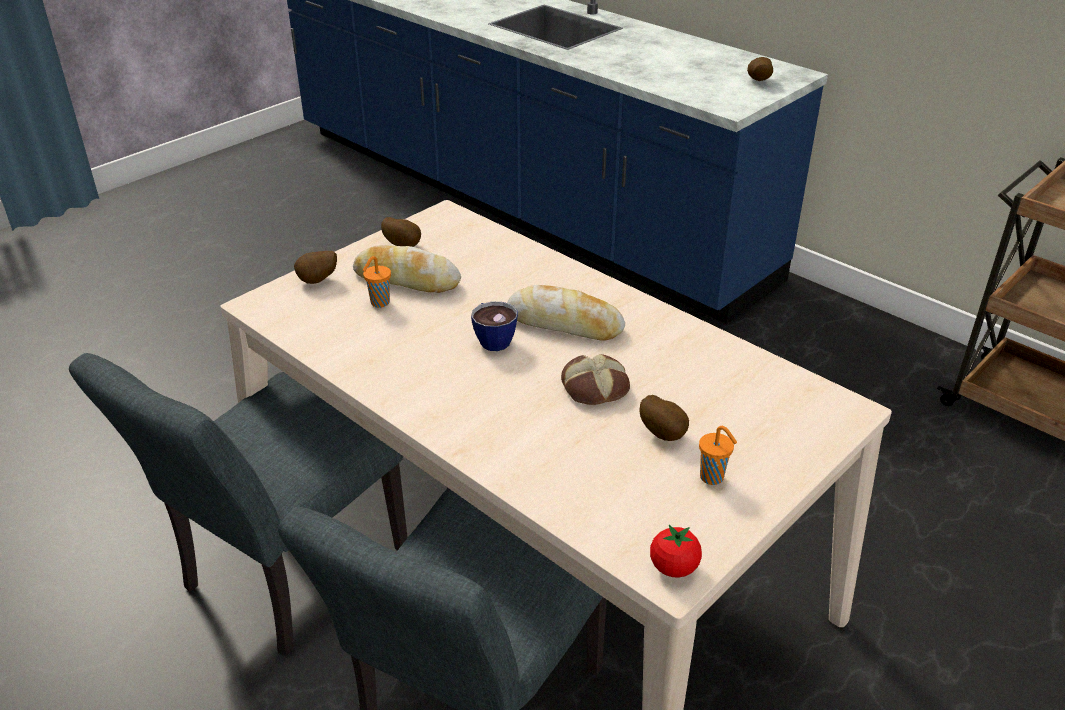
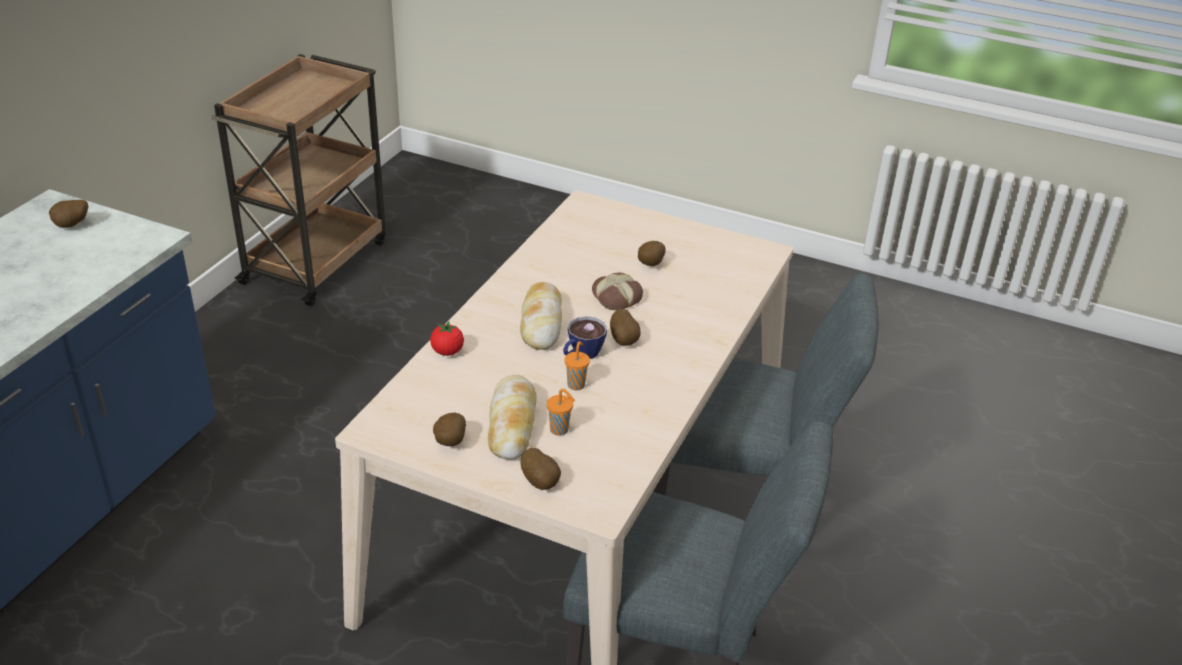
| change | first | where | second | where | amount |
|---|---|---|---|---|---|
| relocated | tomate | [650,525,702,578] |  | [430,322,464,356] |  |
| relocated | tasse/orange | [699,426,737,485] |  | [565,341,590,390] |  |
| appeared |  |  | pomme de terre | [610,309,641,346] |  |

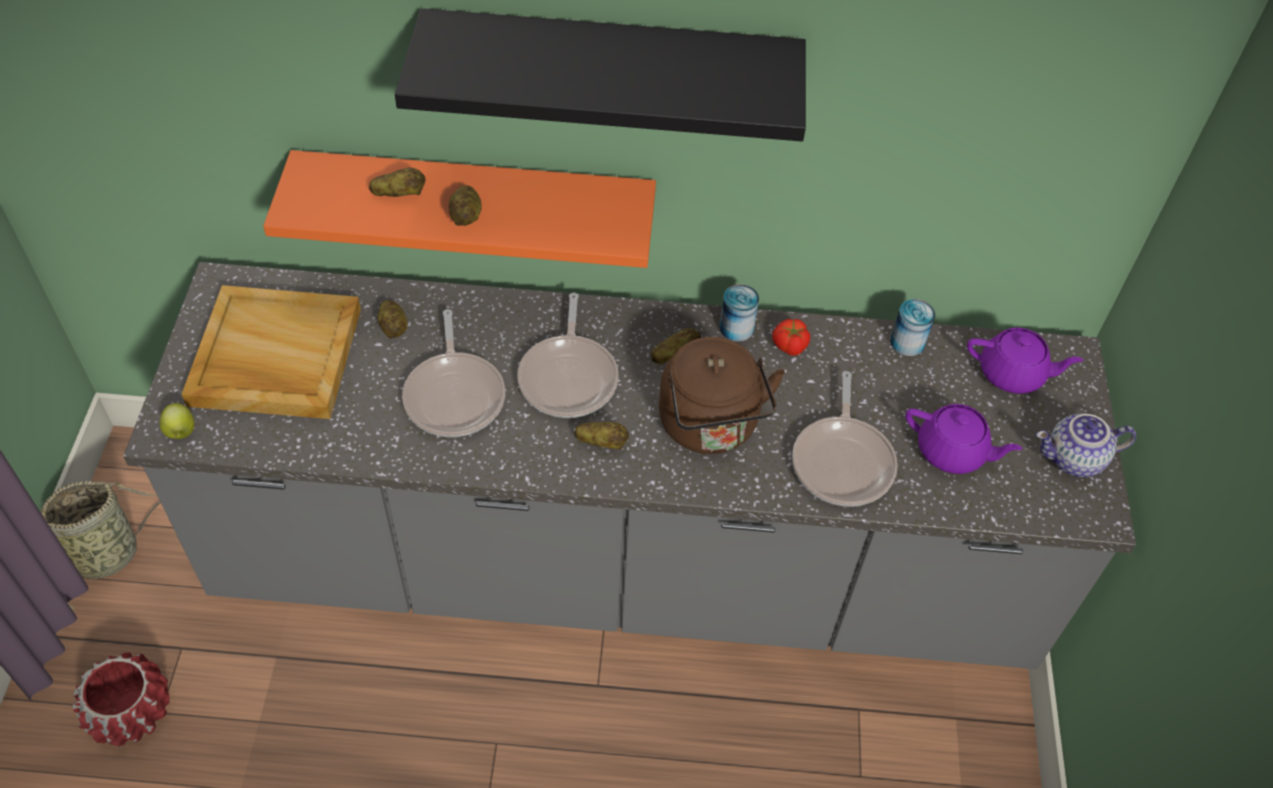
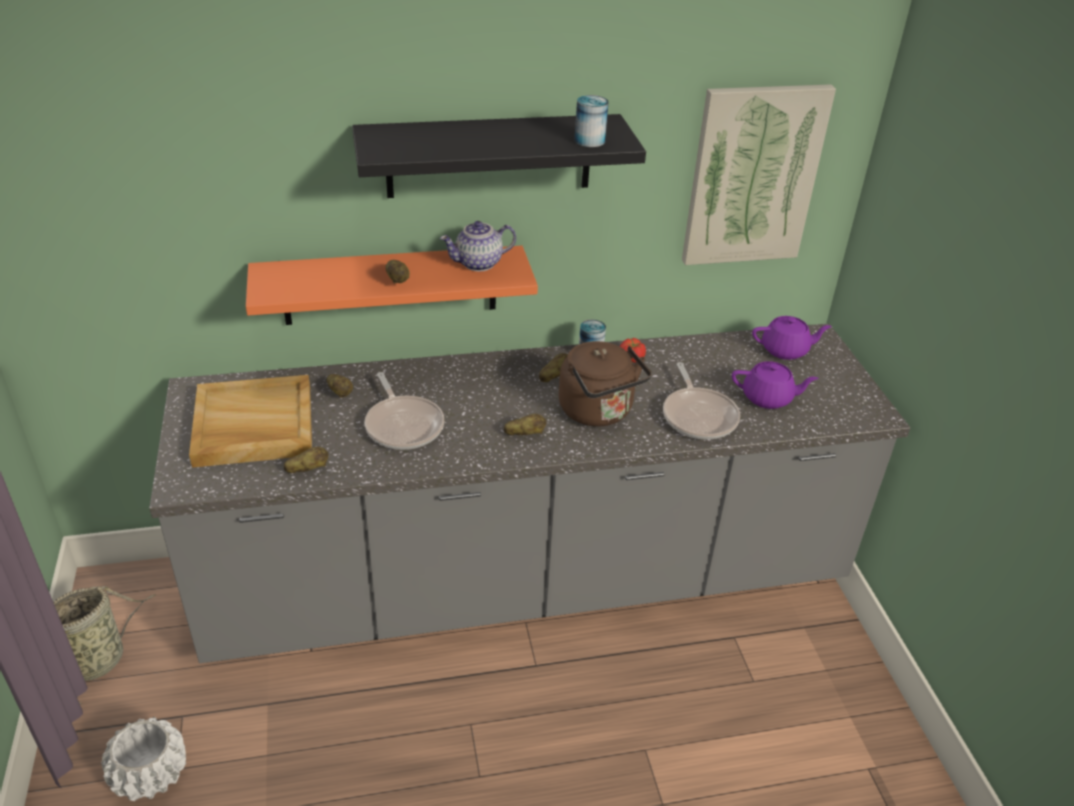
| change | first | where | second | where | amount |
|---|---|---|---|---|---|
| colour | cache-pot/rouge | [73,652,170,747] | cache-pot/blanc | [101,717,186,801] |  |
| missing | pomme | [160,403,195,439] |  |  |  |
| relocated | pomme de terre | [369,168,425,197] |  | [284,447,329,473] |  |
| missing | poêle | [518,293,619,418] |  |  |  |
| relocated | boîte métallique | [890,299,935,356] |  | [574,95,609,147] |  |
| relocated | théière | [1036,413,1136,477] |  | [440,221,516,271] |  |
| appeared |  |  | tableau | [682,84,836,265] |  |

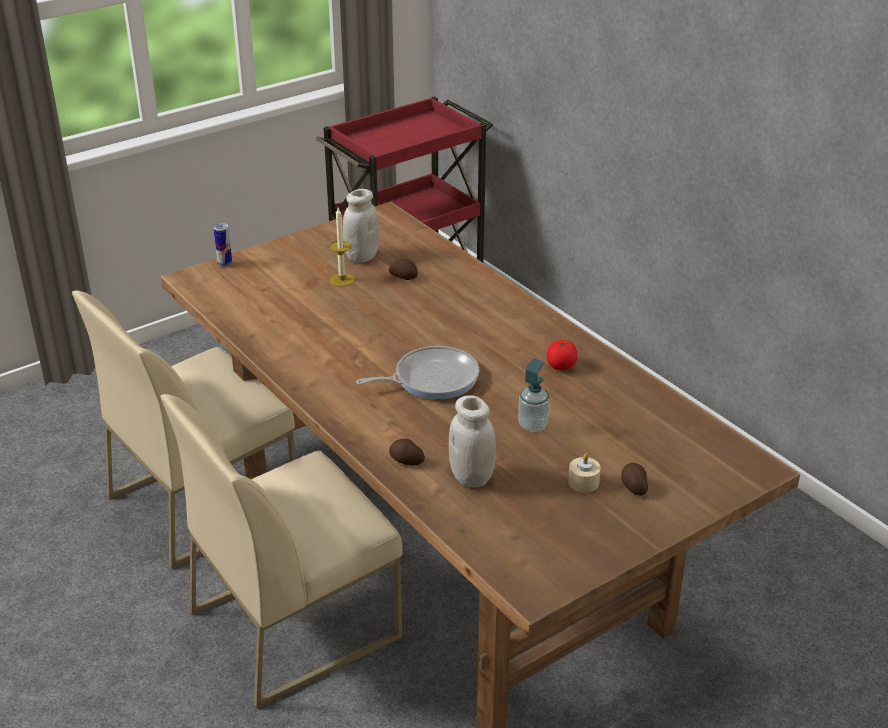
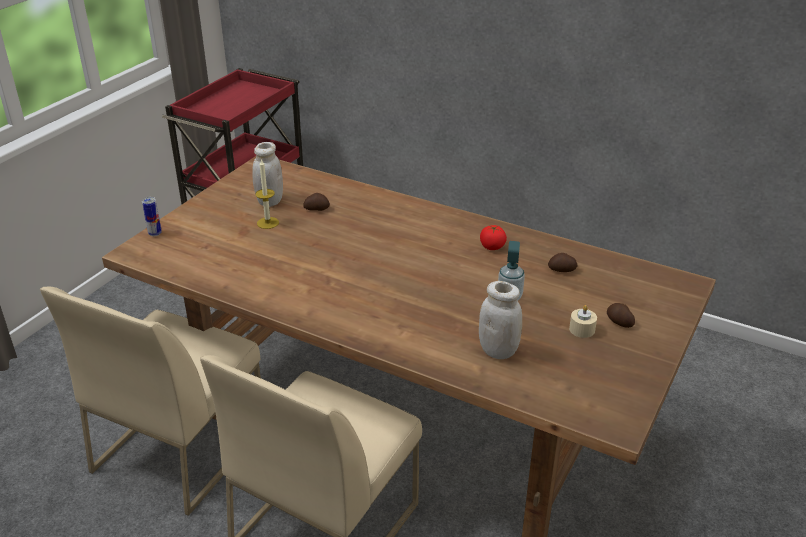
| change | first | where | second | where | amount |
|---|---|---|---|---|---|
| missing | poêle | [356,346,479,400] |  |  |  |
| relocated | pomme de terre | [389,439,425,465] |  | [548,253,577,272] |  |

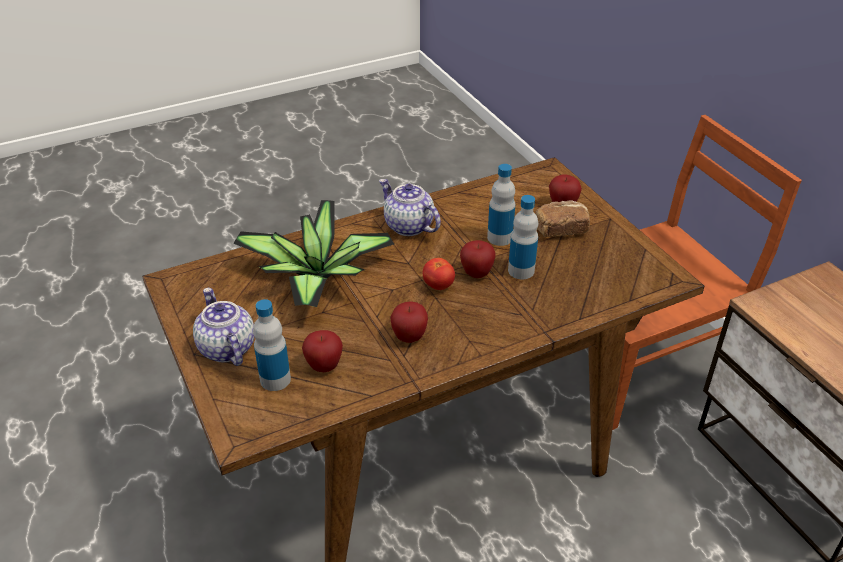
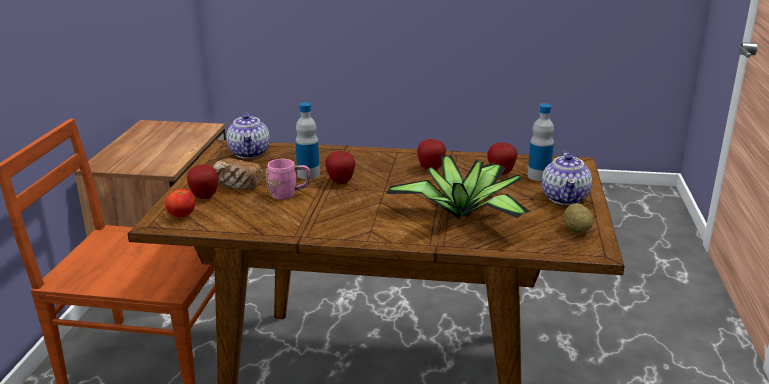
| change | first | where | second | where | amount |
|---|---|---|---|---|---|
| relocated | théière | [379,179,441,236] |  | [227,112,270,158] |  |
| relocated | tomate | [423,258,455,290] |  | [165,189,195,217] |  |
| exchanged | bouteille | [487,164,515,246] | mug/rose | [266,159,310,200] |  |
| appeared |  |  | pomme de terre | [564,203,594,233] |  |

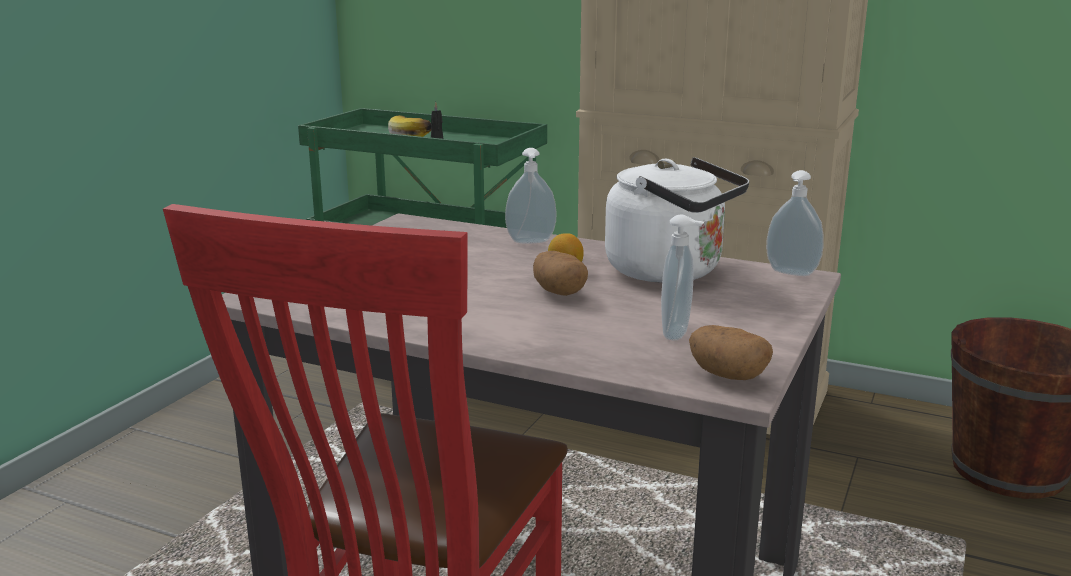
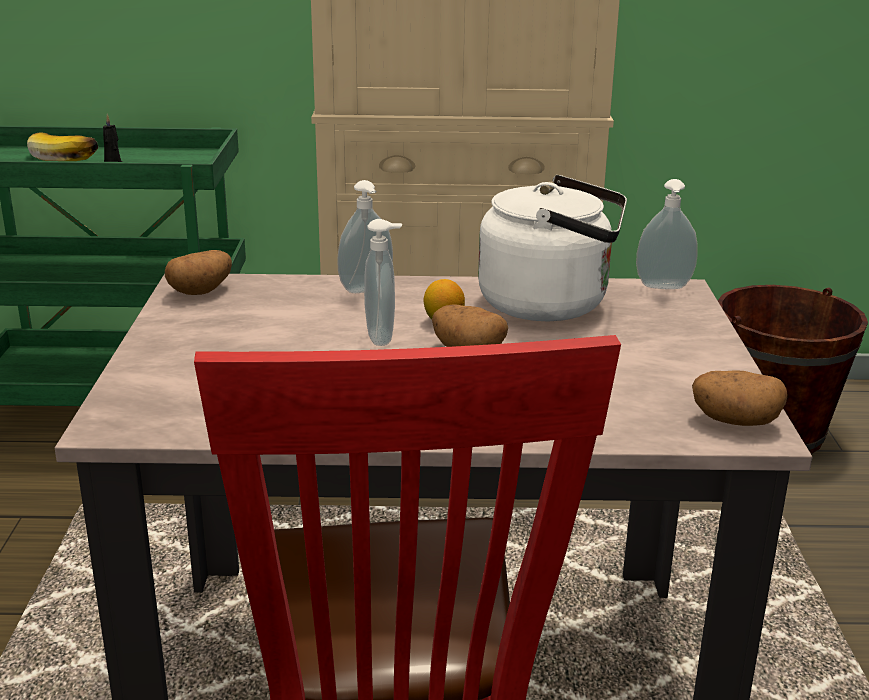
| change | first | where | second | where | amount |
|---|---|---|---|---|---|
| relocated | distributeur de savon | [661,215,704,340] |  | [364,219,402,346] |  |
| appeared |  |  | pomme de terre | [165,250,232,295] |  |

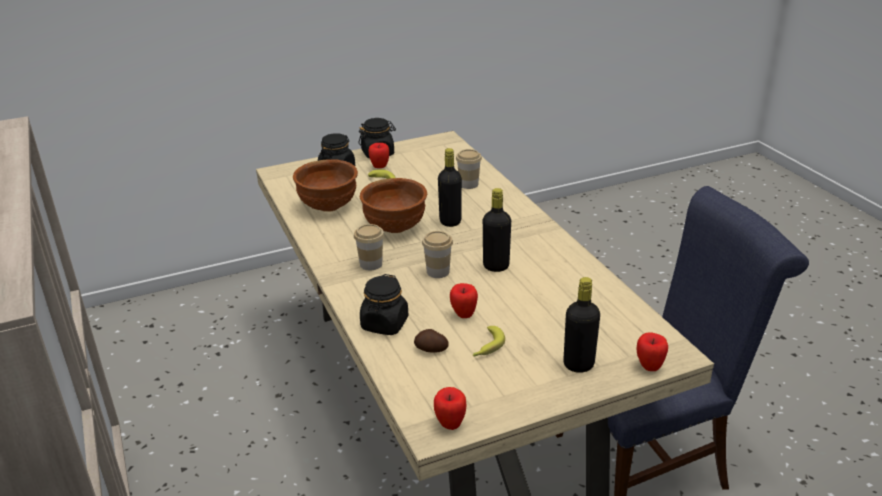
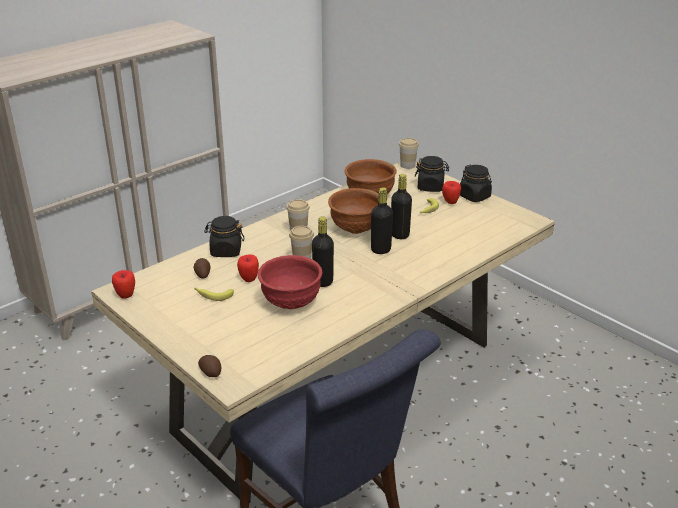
| change | first | where | second | where | amount |
|---|---|---|---|---|---|
| relocated | tasse | [456,149,482,189] |  | [399,138,419,169] |  |
| relocated | bouteille/noir | [563,277,600,373] |  | [391,174,412,239] |  |
| exchanged | pomme | [637,332,668,371] | pomme de terre | [198,355,221,377] |  |
| appeared |  |  | bol/rouge | [258,255,322,309] |  |

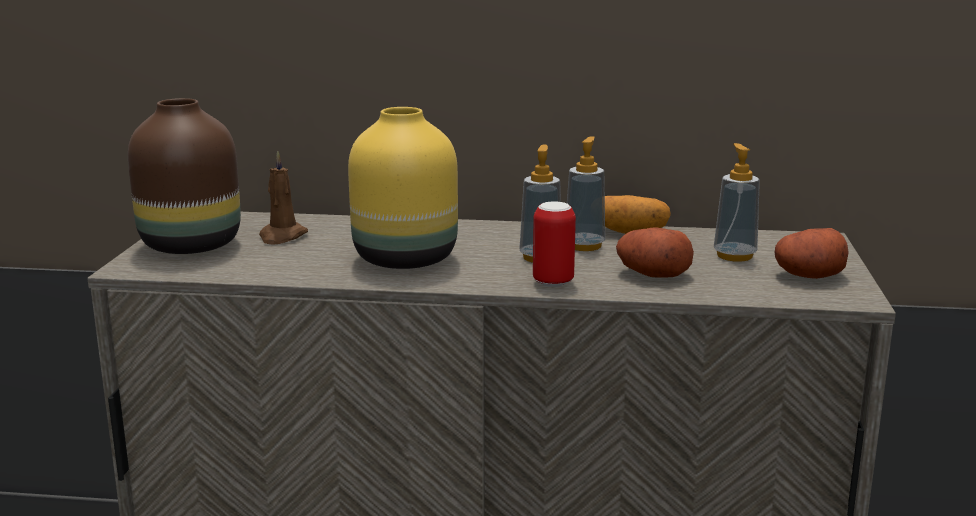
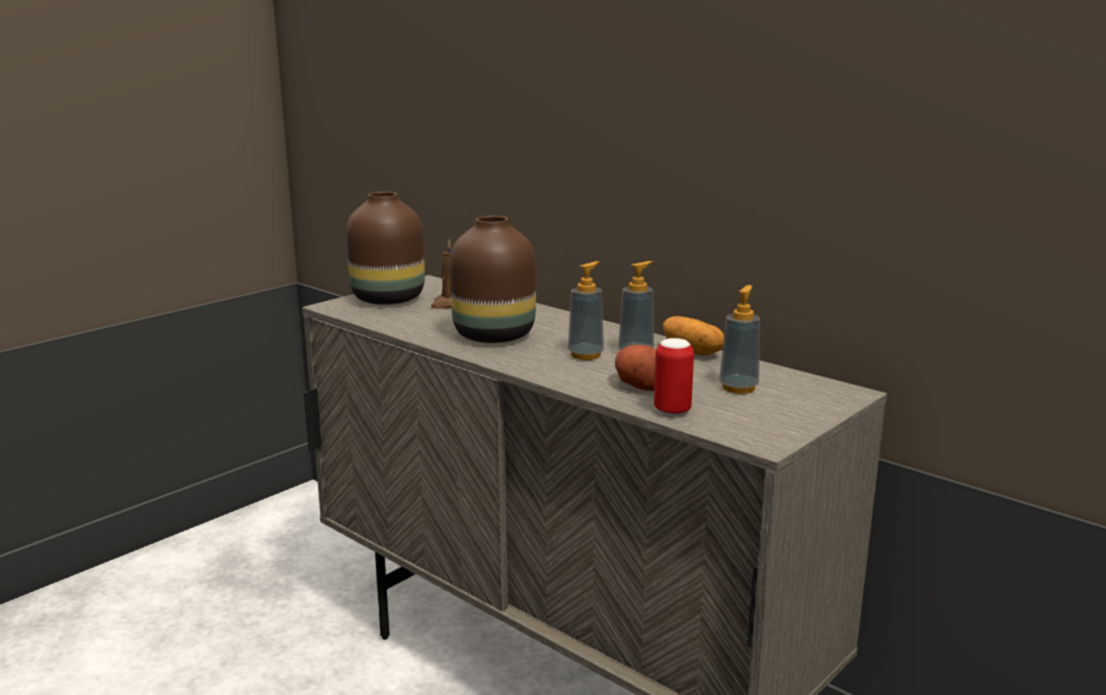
| change | first | where | second | where | amount |
|---|---|---|---|---|---|
| colour | vase/jaune | [348,107,458,269] | vase/marron | [450,216,536,343] |  |
| relocated | boîte métallique | [533,202,576,287] |  | [654,338,694,416] |  |
| missing | pomme de terre | [775,228,849,279] |  |  |  |

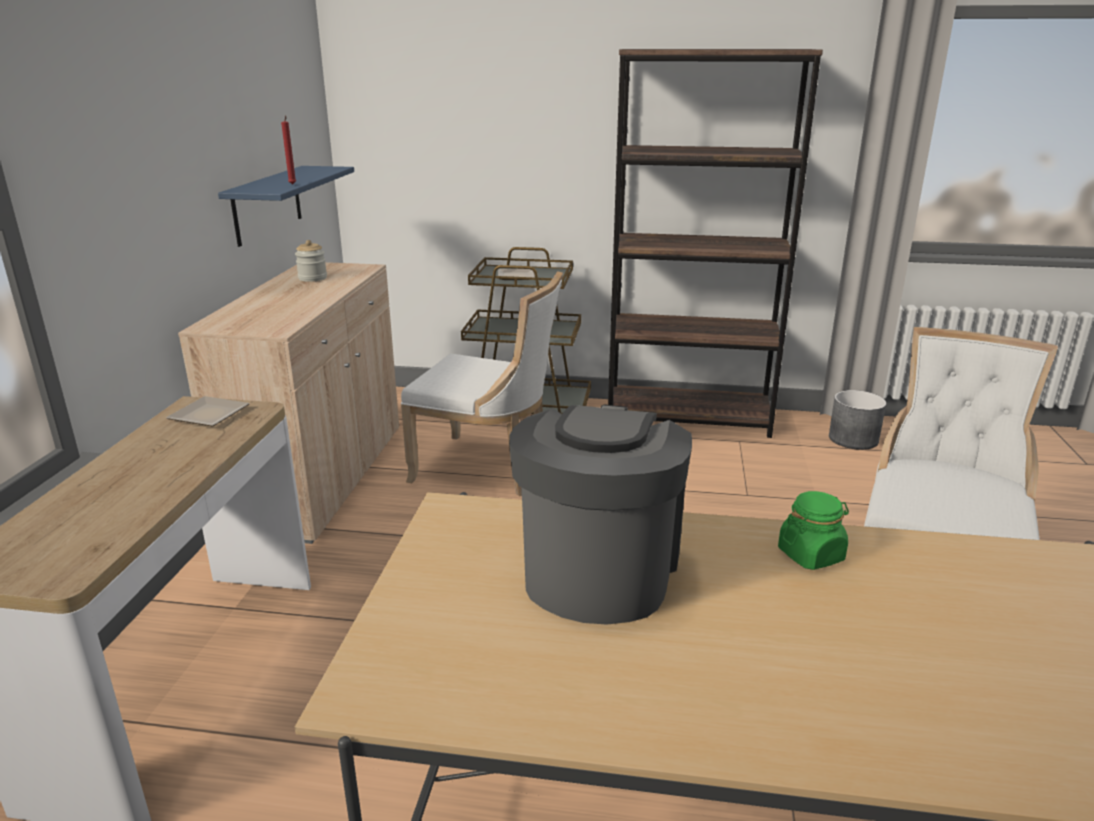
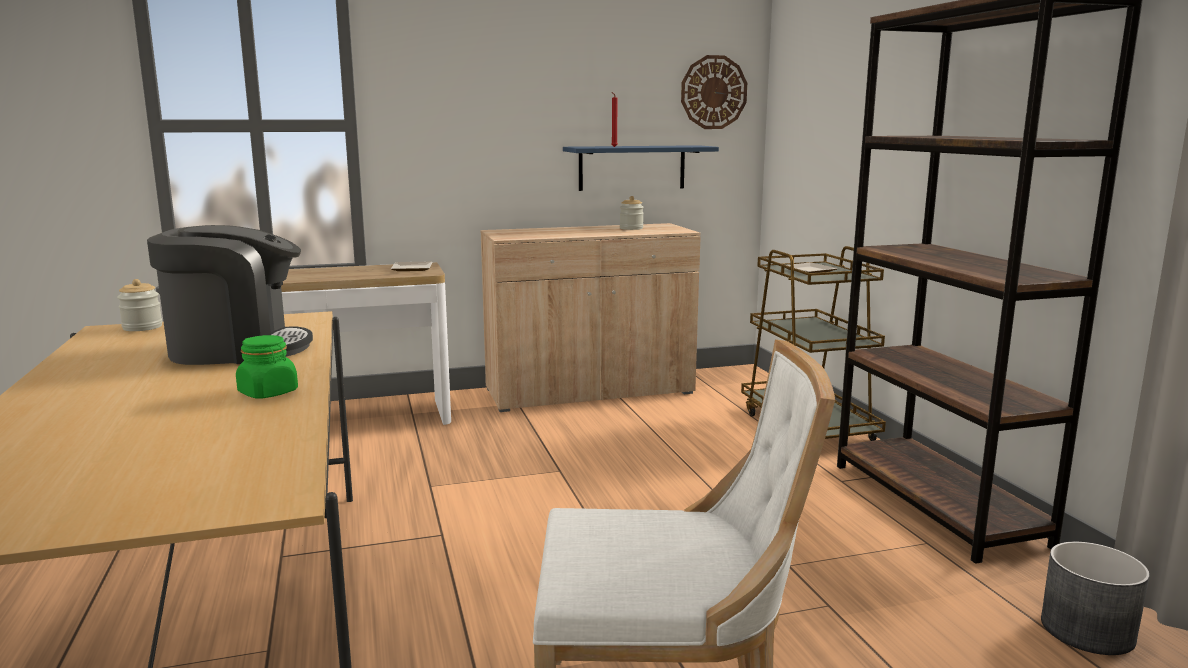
| change | first | where | second | where | amount |
|---|---|---|---|---|---|
| missing | chaise/blanc | [401,271,563,497] |  |  |  |
| appeared |  |  | bocal | [117,279,162,331] |  |
| appeared |  |  | horloge murale | [681,55,747,129] |  |

